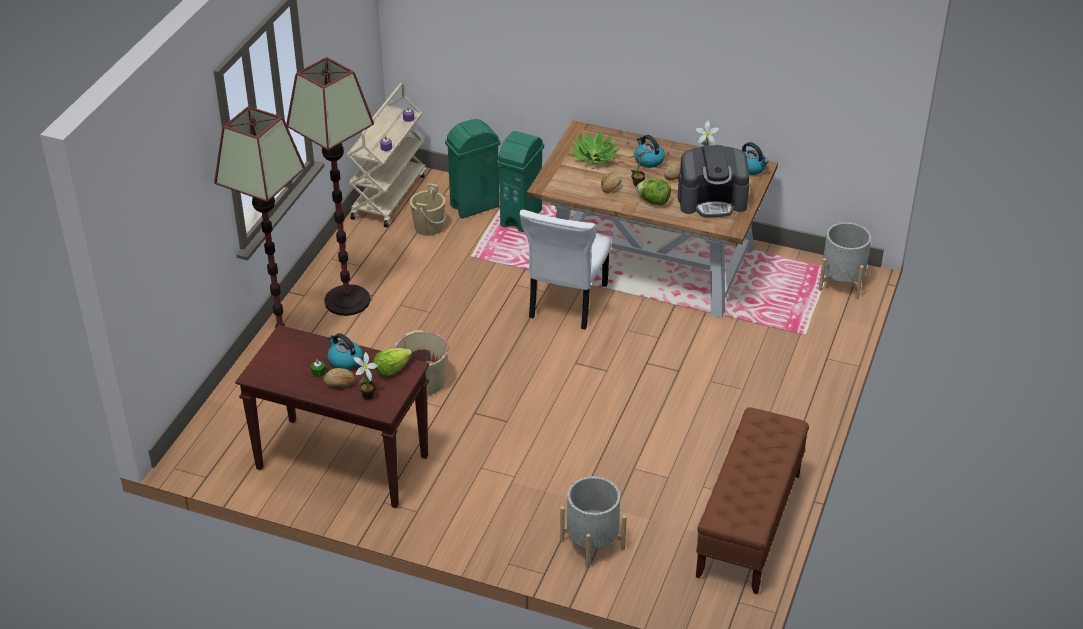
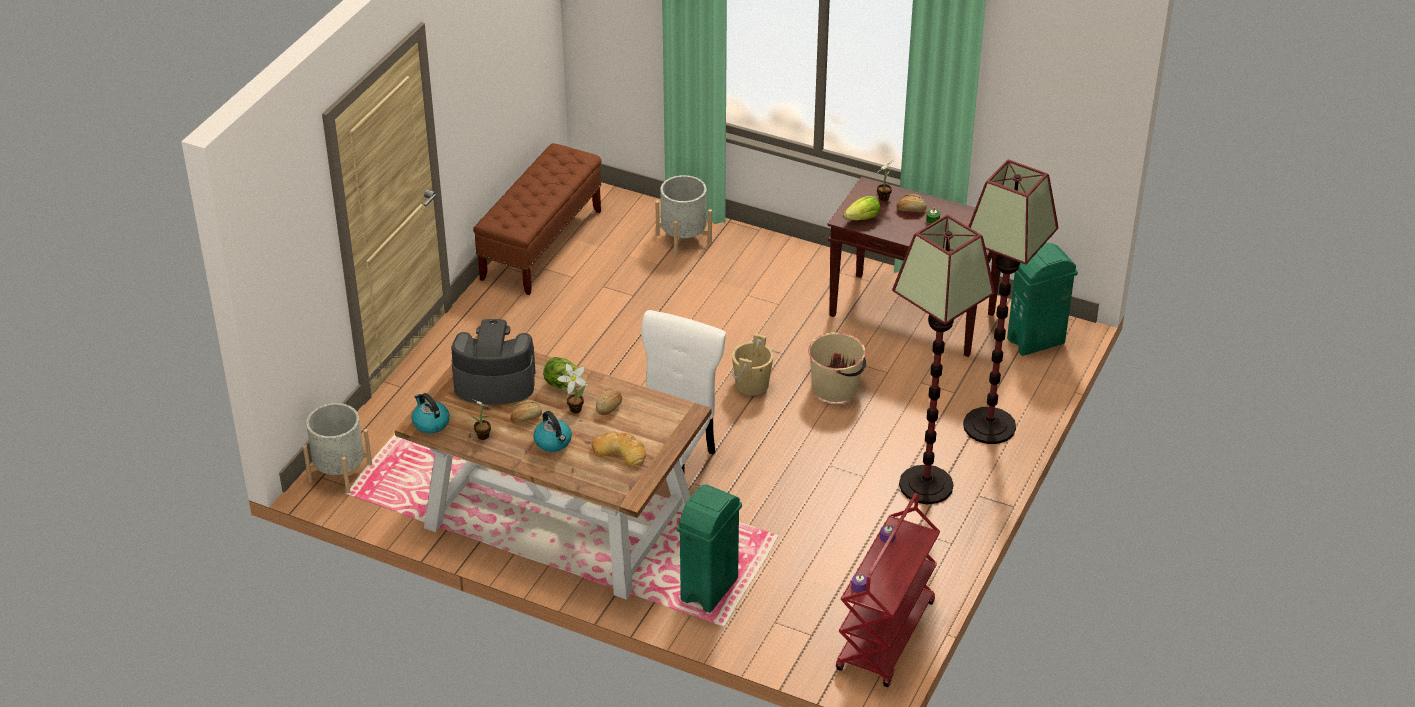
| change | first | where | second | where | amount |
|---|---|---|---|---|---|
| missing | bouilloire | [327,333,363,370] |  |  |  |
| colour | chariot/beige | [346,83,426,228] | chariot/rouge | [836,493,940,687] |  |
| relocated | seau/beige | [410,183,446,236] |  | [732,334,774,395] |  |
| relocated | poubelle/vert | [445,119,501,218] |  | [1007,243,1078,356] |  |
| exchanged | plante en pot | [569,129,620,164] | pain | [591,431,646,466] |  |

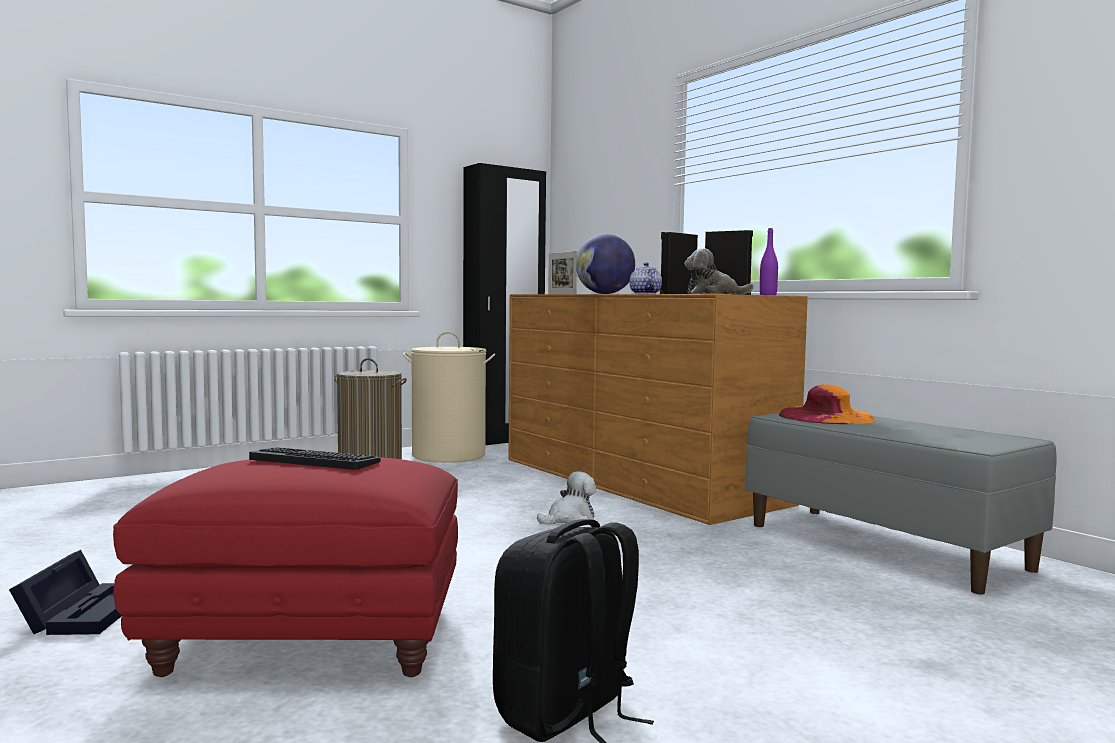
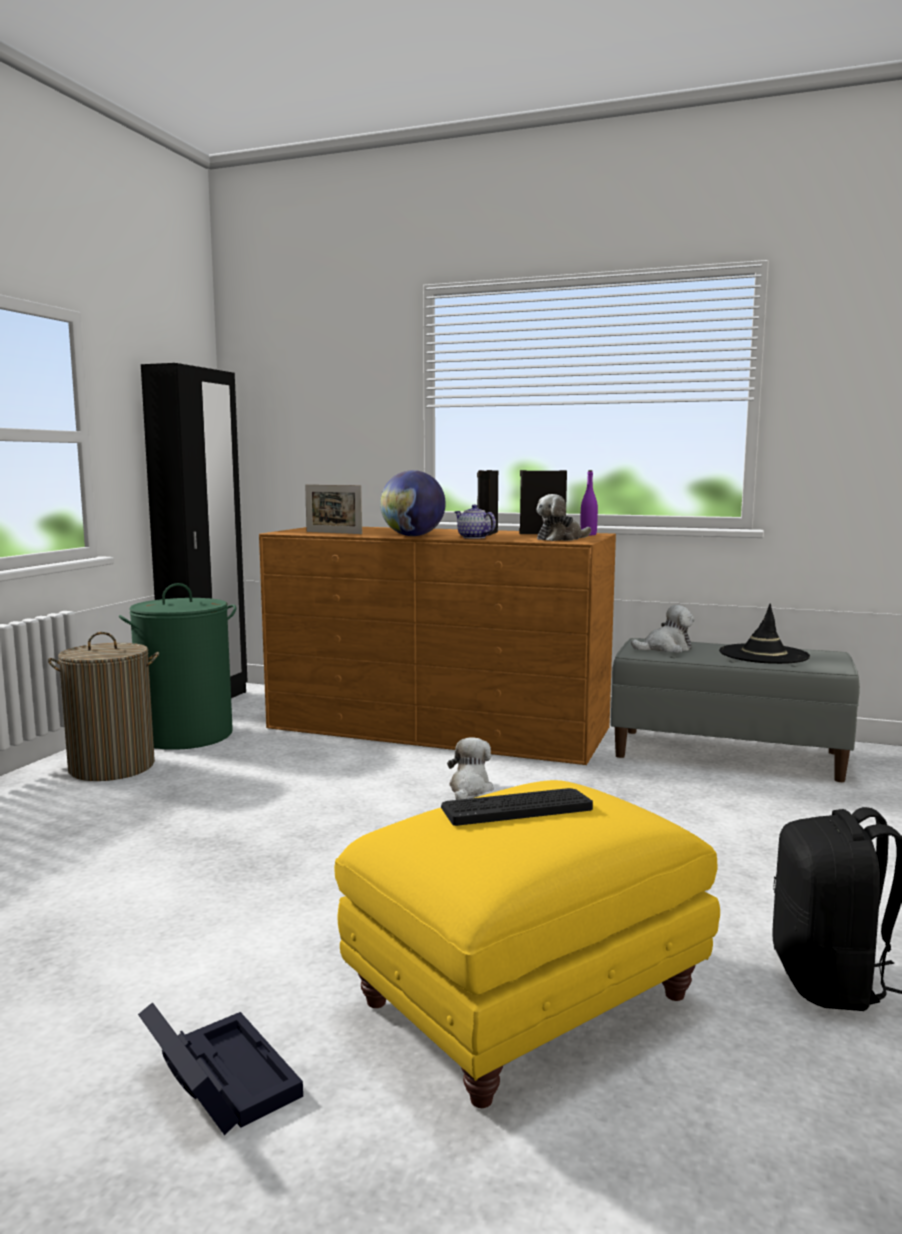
| change | first | where | second | where | amount |
|---|---|---|---|---|---|
| colour | pouf/rouge | [113,457,458,677] | pouf/jaune | [334,780,720,1108] |  |
| colour | panier à linge/beige | [403,331,495,463] | panier à linge/vert | [119,583,236,750] |  |
| exchanged | chapeau/orange | [779,384,875,424] | peluche | [631,605,695,653] |  |
| appeared |  |  | chapeau/noir | [719,604,810,664] |  |

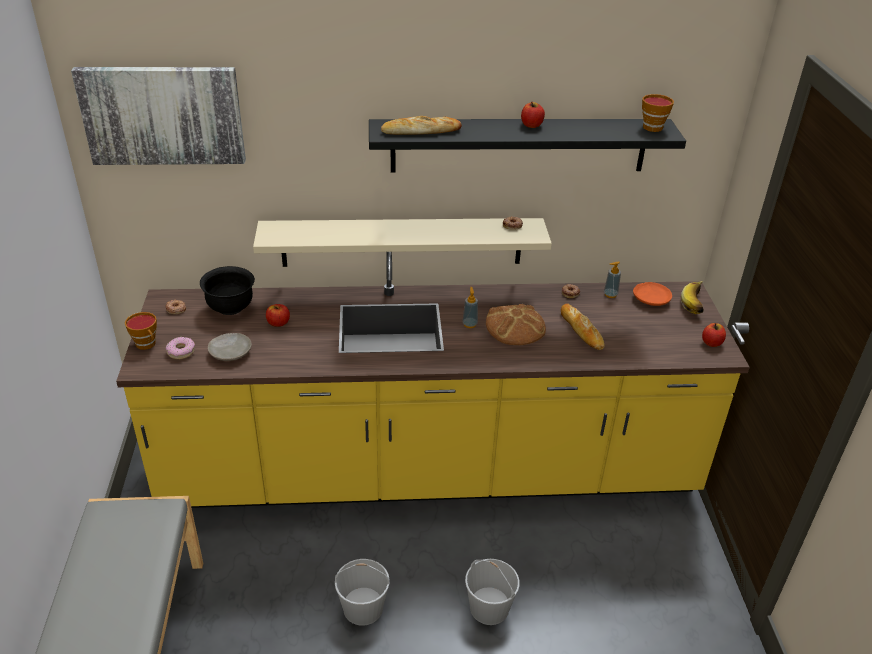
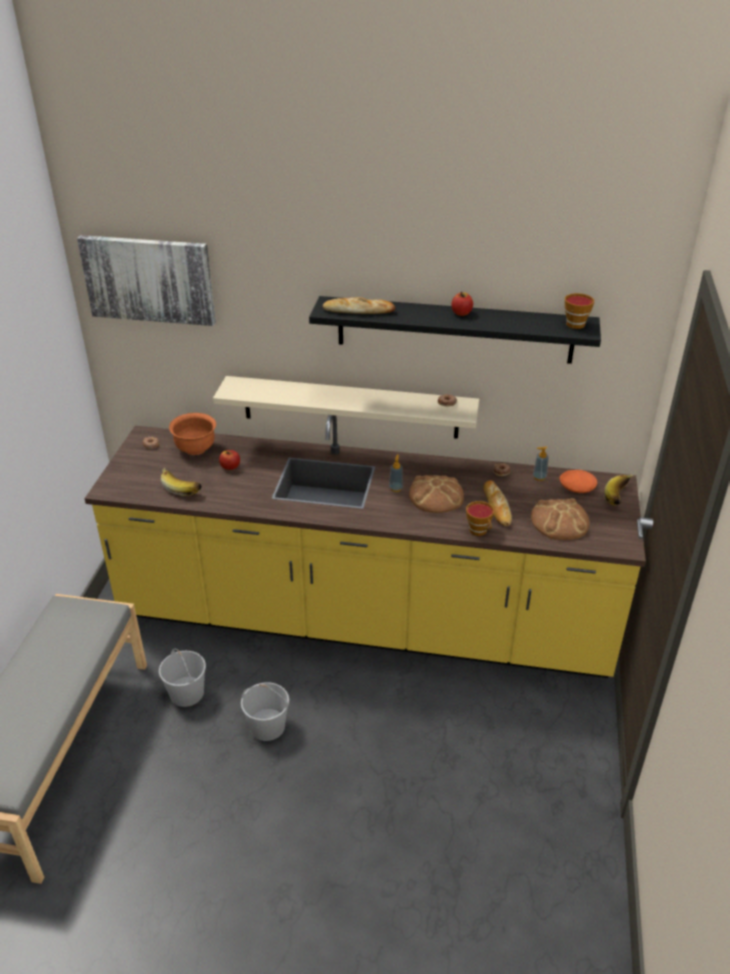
| change | first | where | second | where | amount |
|---|---|---|---|---|---|
| relocated | tasse | [125,312,157,350] |  | [466,501,494,536] |  |
| missing | beignet | [166,337,195,359] |  |  |  |
| colour | bol/noir | [200,266,255,315] | bol/orange | [169,413,216,455] |  |
| exchanged | assiette/beige | [208,333,252,361] | banane | [161,468,202,496] |  |
| relocated | seau/blanc | [465,559,520,625] |  | [159,648,206,707] |  |
| missing | pomme | [702,323,726,347] |  |  |  |
| appeared |  |  | pain | [531,498,590,540] |  |

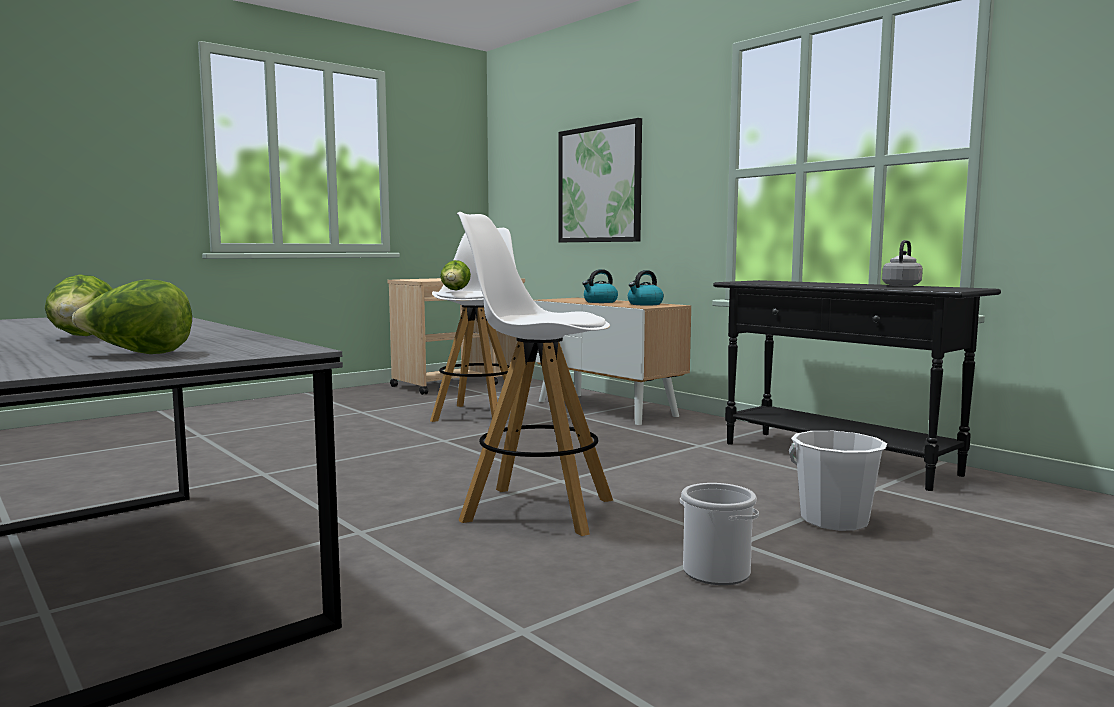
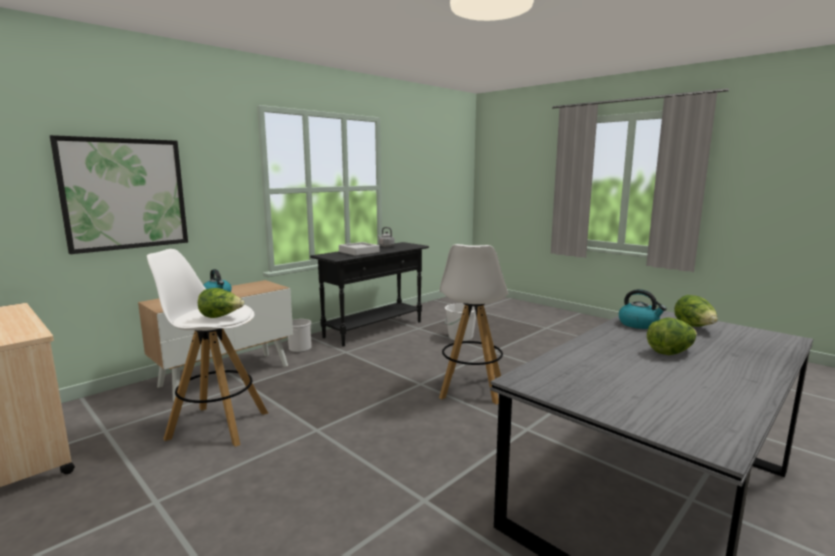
| change | first | where | second | where | amount |
|---|---|---|---|---|---|
| relocated | bouilloire | [628,270,664,305] |  | [619,289,667,329] |  |
| relocated | seau | [680,483,759,585] |  | [288,319,312,352] |  |
| appeared |  |  | plateau/gris | [339,242,379,256] |  |

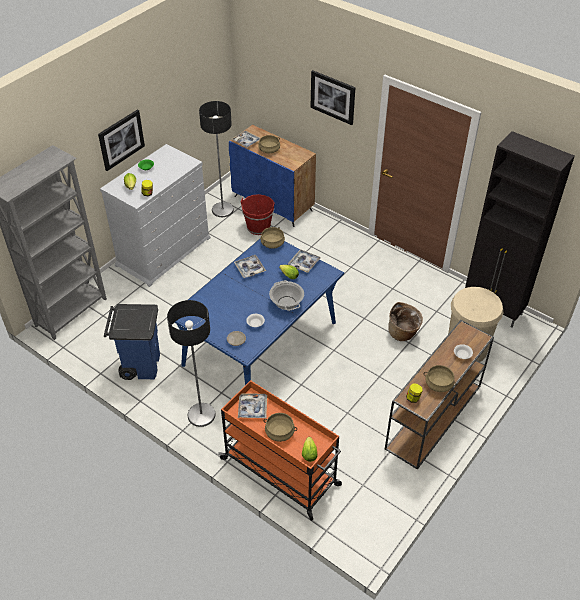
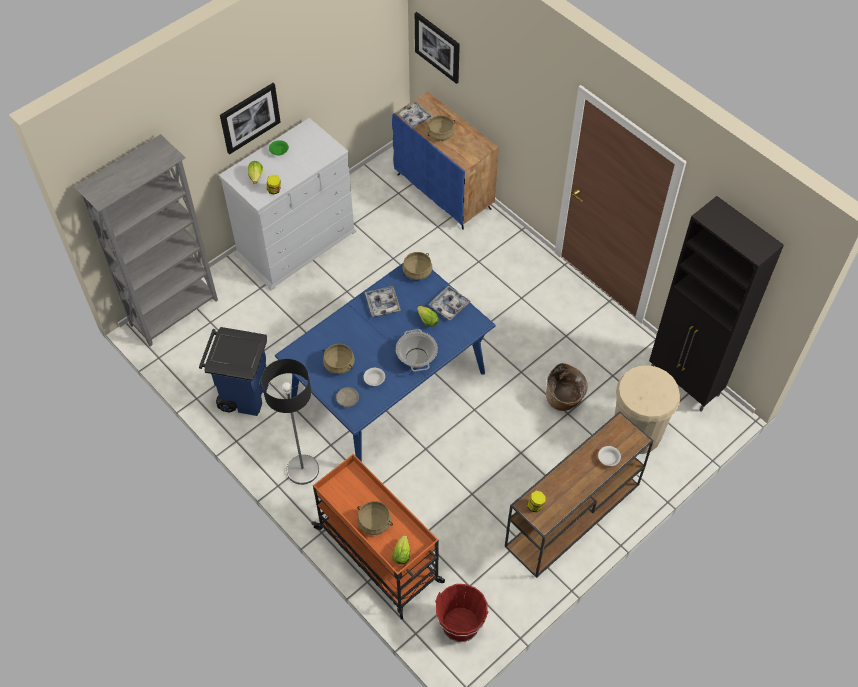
| change | first | where | second | where | amount |
|---|---|---|---|---|---|
| missing | lampadaire | [199,101,234,217] |  |  |  |
| missing | plateau | [238,393,267,418] |  |  |  |
| relocated | seau/rouge | [241,194,275,235] |  | [435,584,488,642] |  |
| relocated | tableau | [310,70,356,125] |  | [415,12,460,84] |  |
| relocated | marmite/beige | [423,365,457,392] |  | [322,344,355,374] |  |

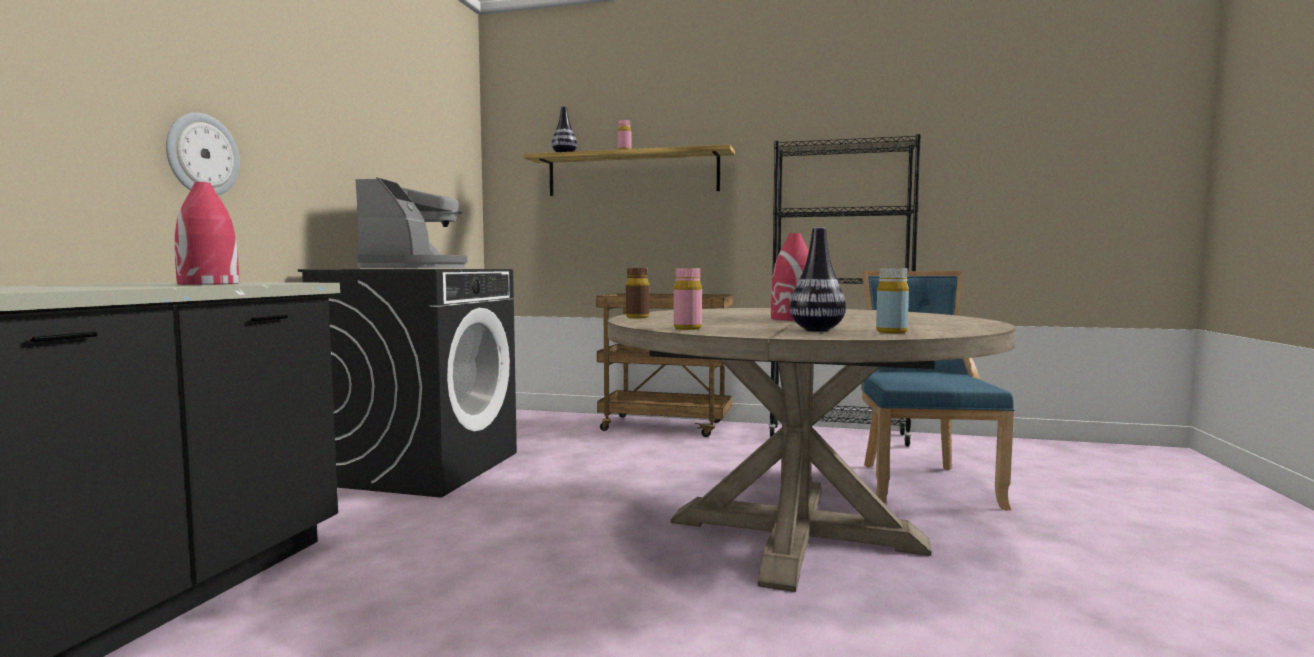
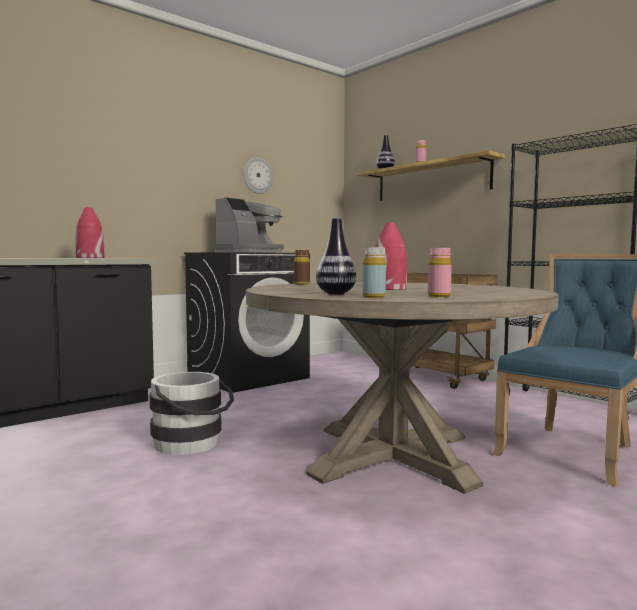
| change | first | where | second | where | amount |
|---|---|---|---|---|---|
| relocated | horloge murale | [166,113,240,195] |  | [243,157,273,194] |  |
| relocated | bouteille/rose | [674,268,702,330] |  | [428,248,452,297] |  |
| appeared |  |  | seau/blanc | [150,372,234,455] |  |

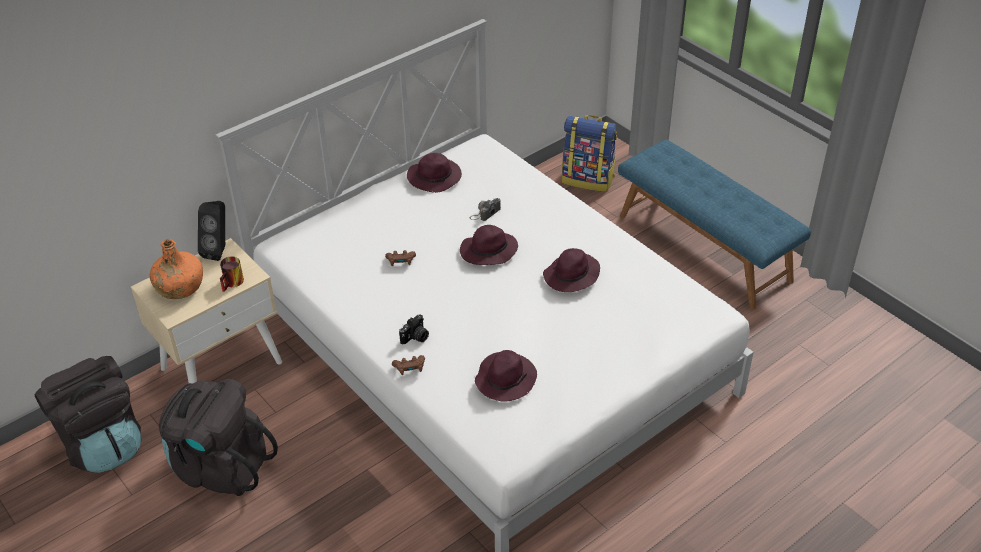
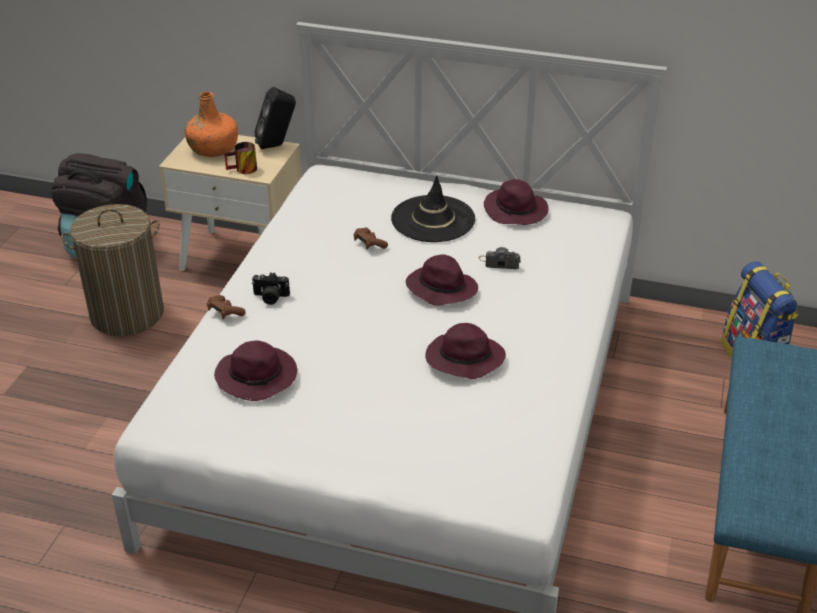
| change | first | where | second | where | amount |
|---|---|---|---|---|---|
| exchanged | sac à dos/noir | [159,379,278,496] | panier à linge | [61,204,164,336] |  |
| appeared |  |  | chapeau/noir | [391,175,475,242] |  |

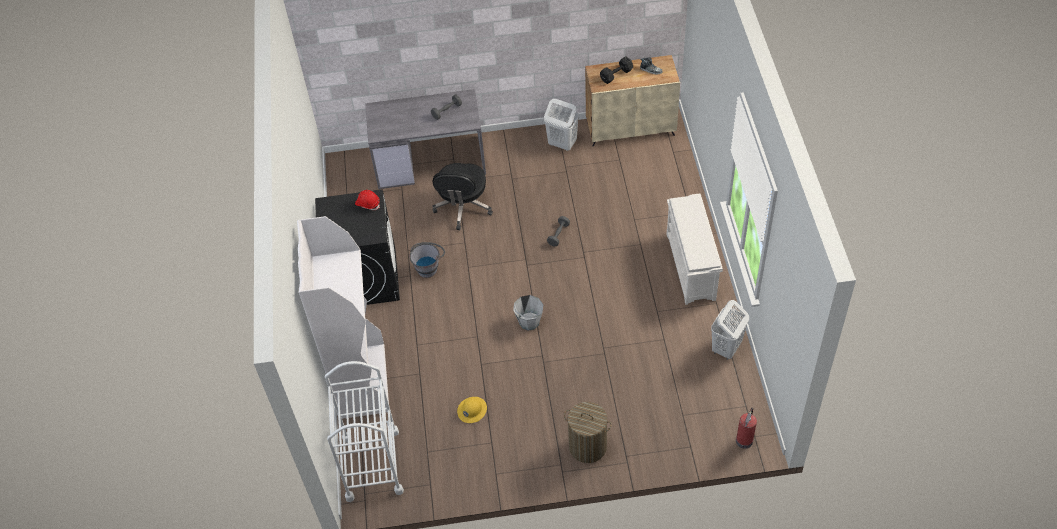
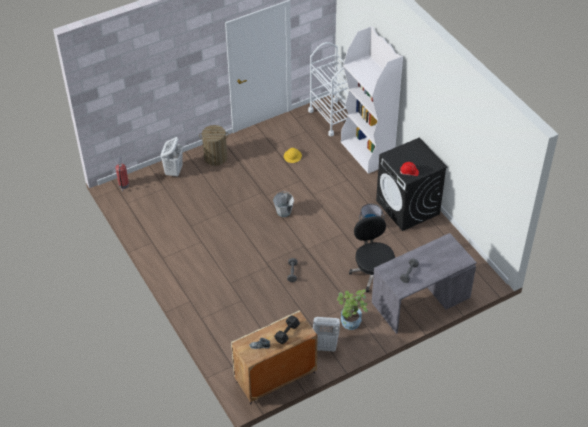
| change | first | where | second | where | amount |
|---|---|---|---|---|---|
| missing | étagère à chaussures/blanc | [666,193,723,305] |  |  |  |
| relocated | panier à linge/blanc | [711,300,749,360] |  | [161,137,183,177] |  |
| appeared |  |  | plante en pot | [337,289,368,330] |  |

